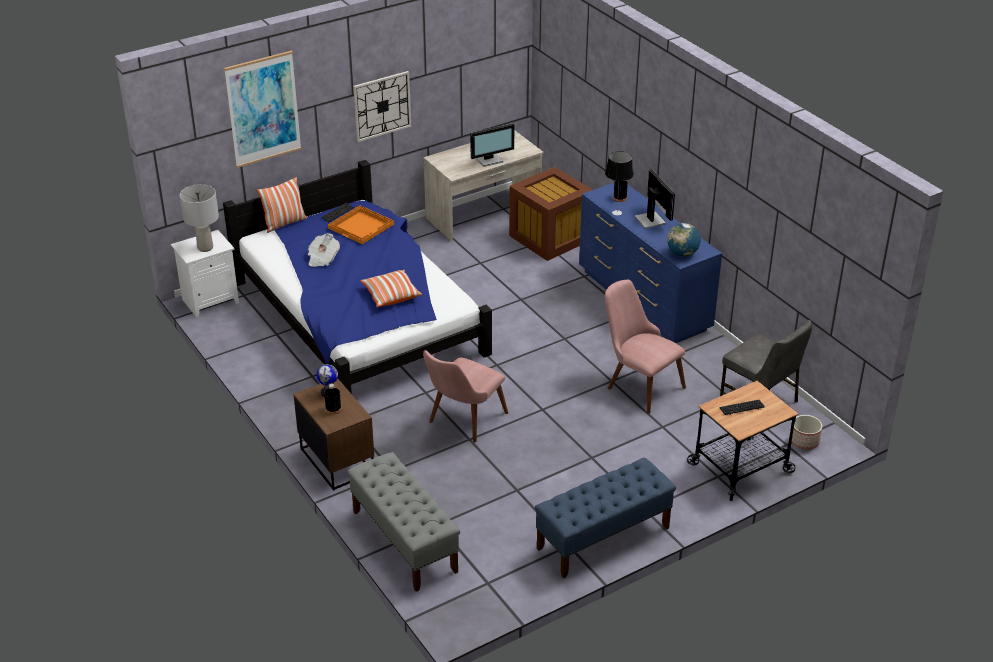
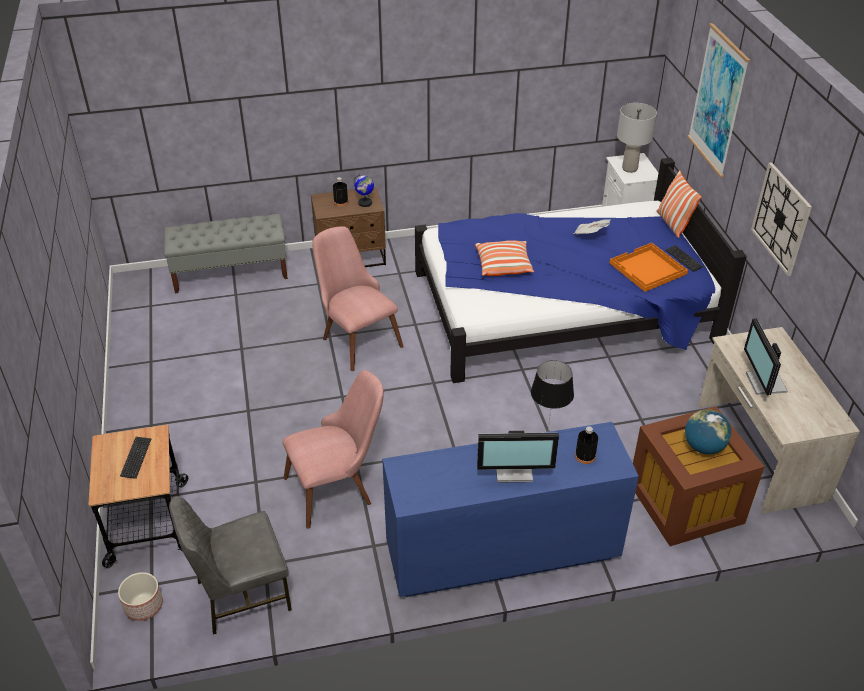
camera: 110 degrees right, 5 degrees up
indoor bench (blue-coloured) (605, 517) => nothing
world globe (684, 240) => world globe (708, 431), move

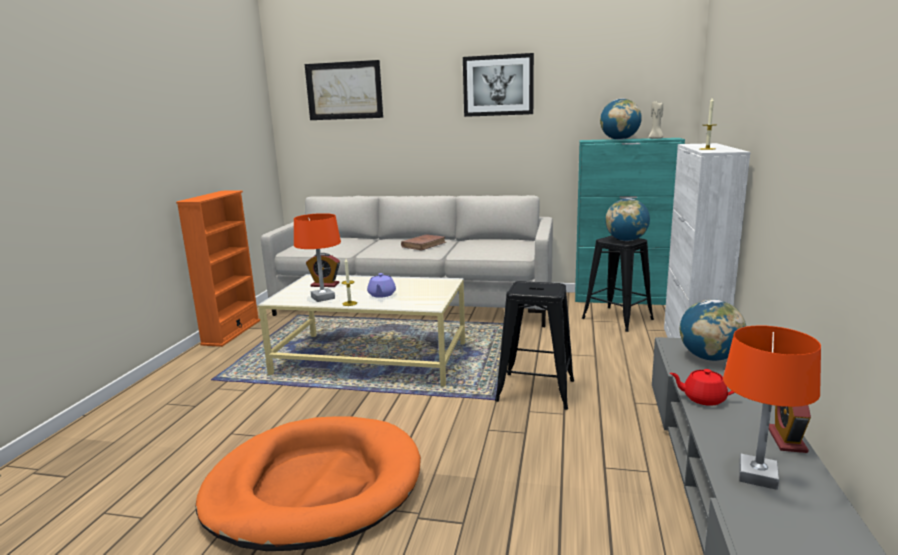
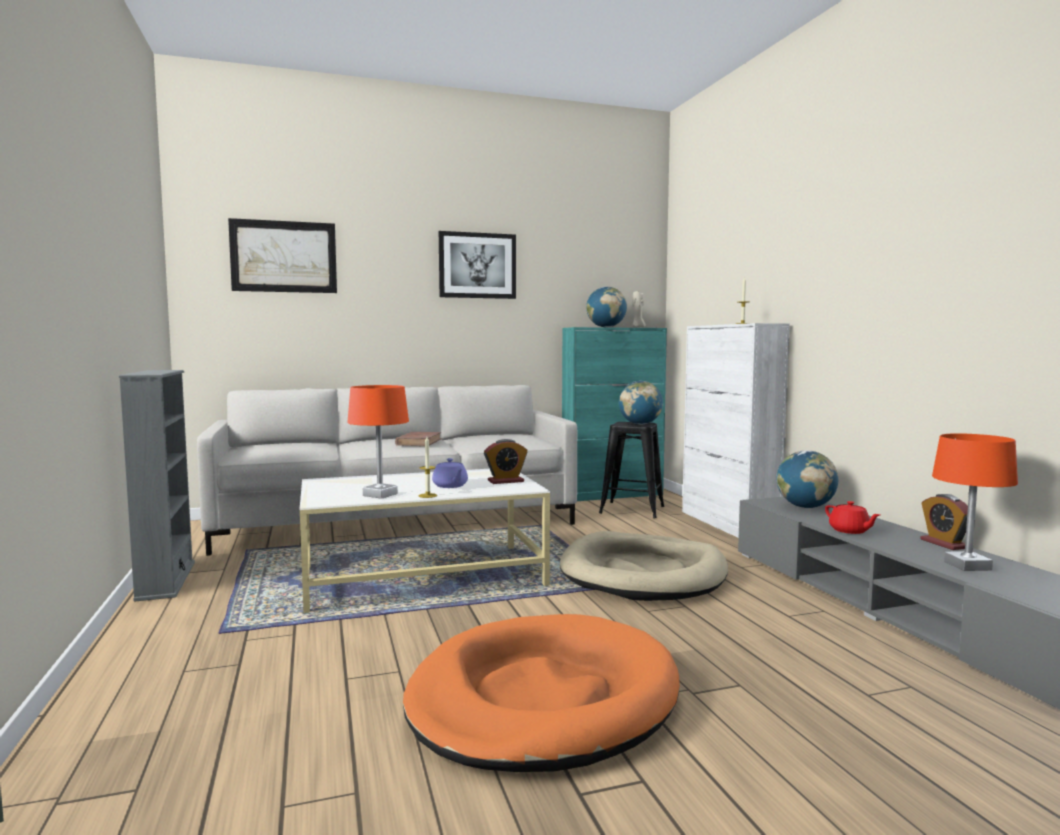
camera: 30 degrees left, 10 degrees down
bookshelf (orange-coloured) (218, 268) => bookshelf (grey) (157, 486)
bedside clock (323, 270) => bedside clock (505, 461), move
sitting stool (blackish) (534, 345) => pet bed (sand-coloured) (644, 566)
tea pot (reddish) (702, 387) => tea pot (reddish) (852, 517), 105 degrees counterclockwise

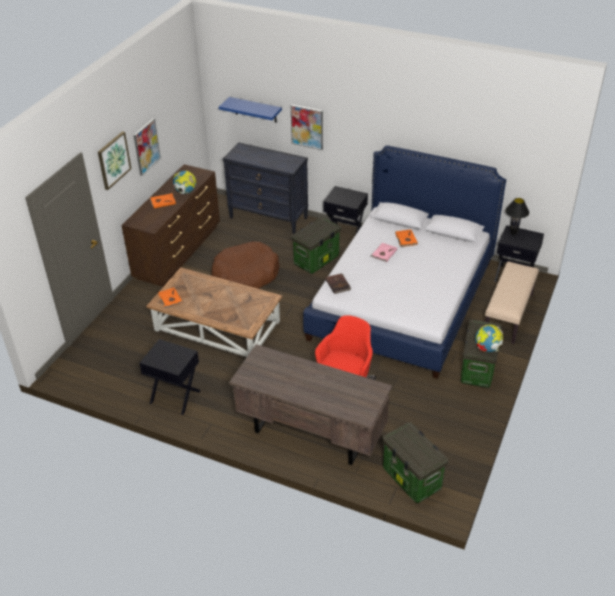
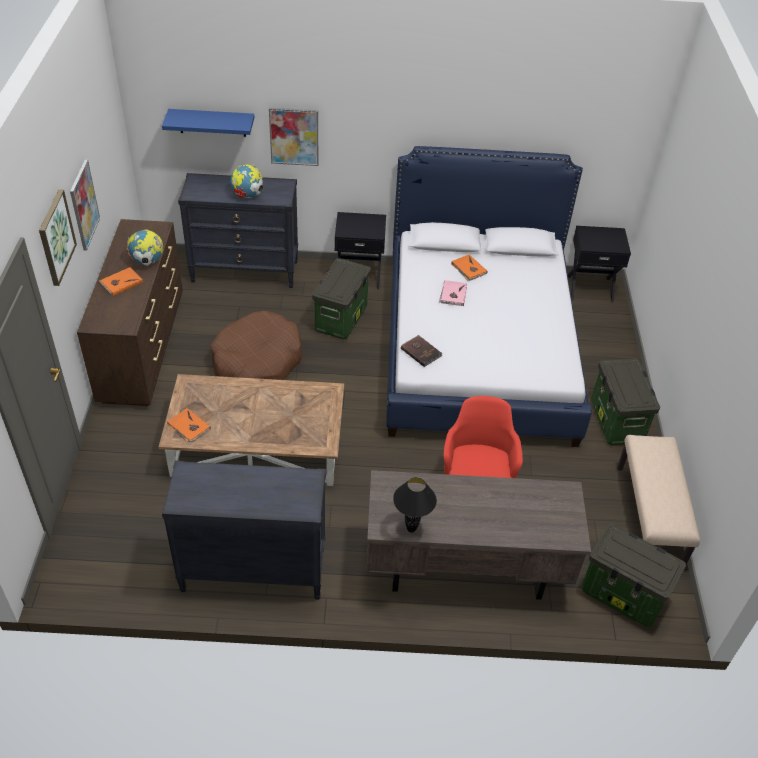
camera: 25 degrees left, 5 degrees up
nightstand (blackish) (170, 377) => drawer chest (blackish) (244, 530)
world globe (489, 338) => world globe (246, 181), move
indoor bench (sand-coloured) (512, 302) => indoor bench (sand-coloured) (658, 499), move
tabletop lamp (blackish) (517, 216) => tabletop lamp (blackish) (415, 505), move

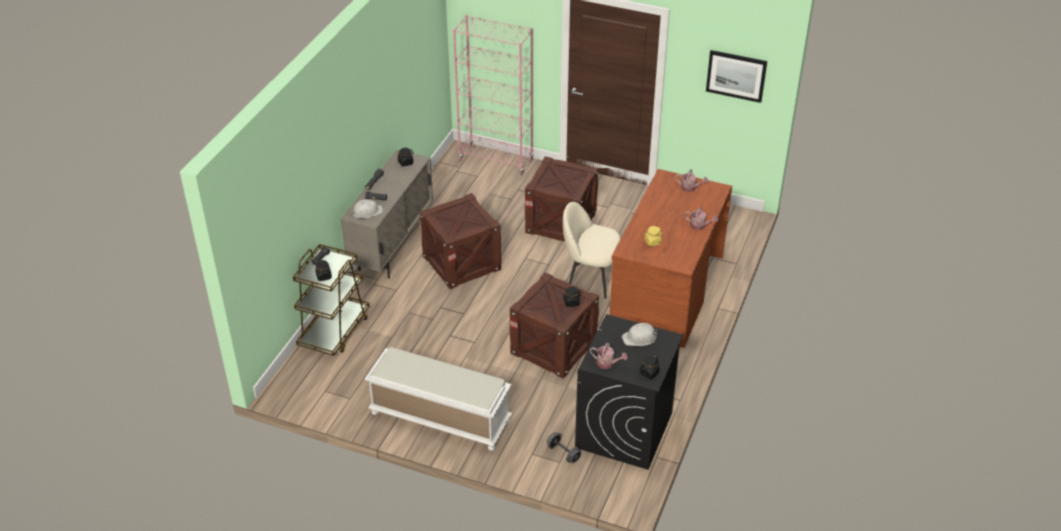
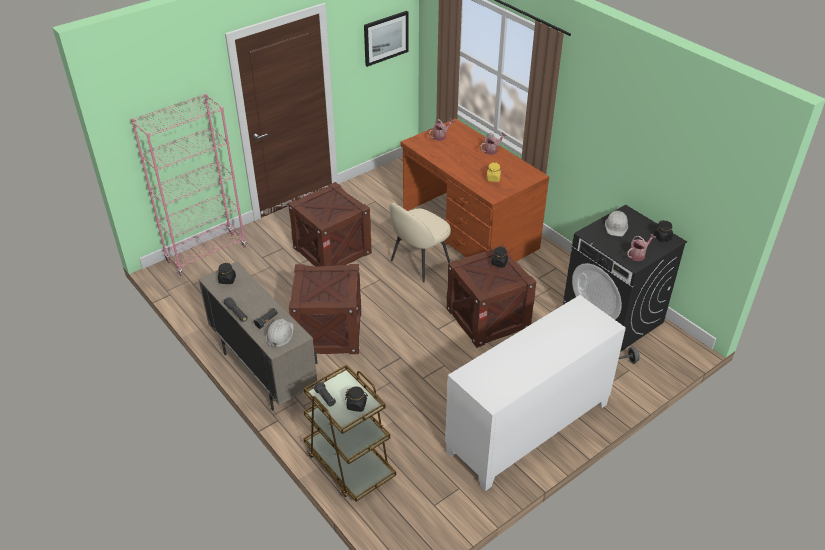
camera: 60 degrees left, 0 degrees up
indoor bench (white) (438, 399) => cabinet (white) (535, 393)

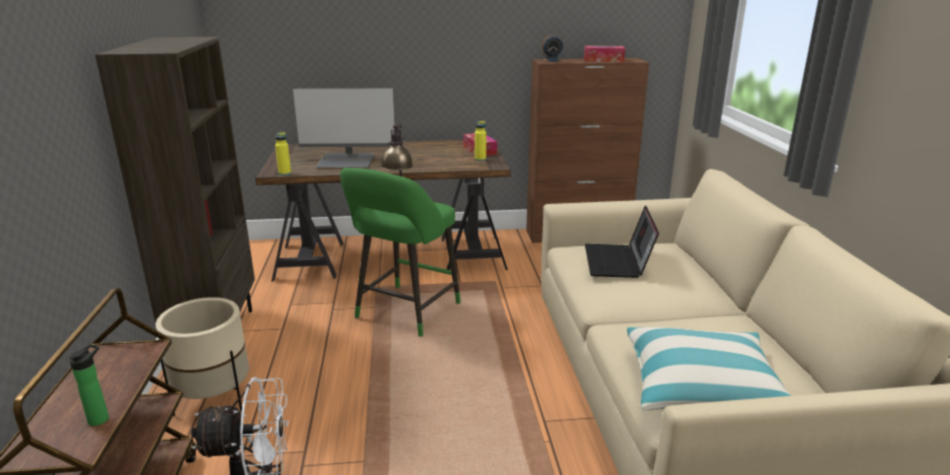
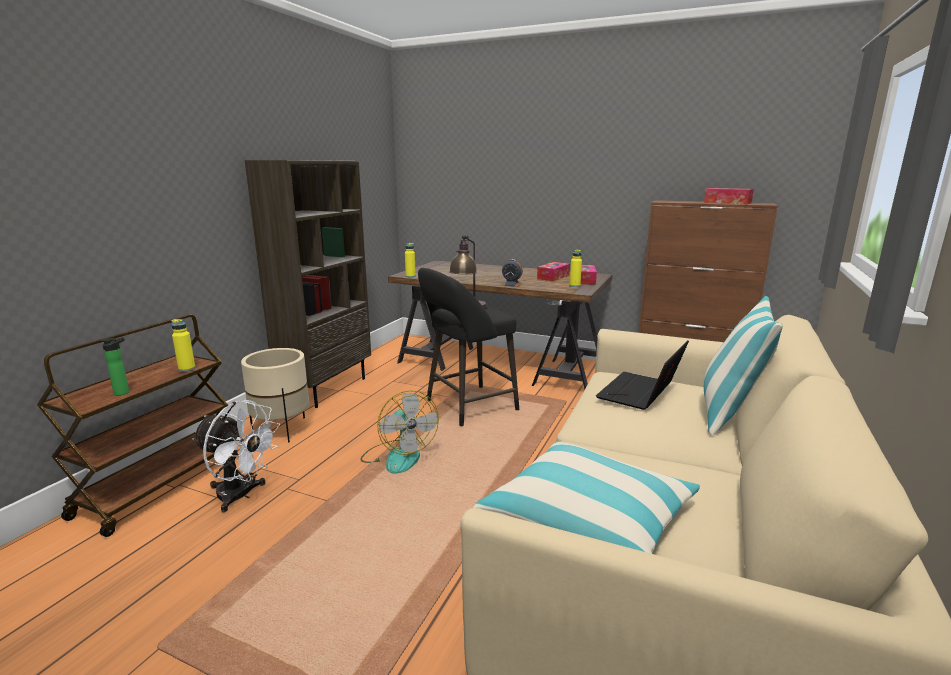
camera: 30 degrees right, 5 degrees down
computer screen (344, 128) => nothing
sitting stool (greenish) (400, 252) => sitting stool (blackish) (468, 347)
bedside clock (552, 48) => bedside clock (512, 273), move
nothing => drink bottle (yellow-coloured) (183, 345)
nothing => fan (399, 432)
nothing => tissue holder (553, 271)
nothing => pillow (743, 365)

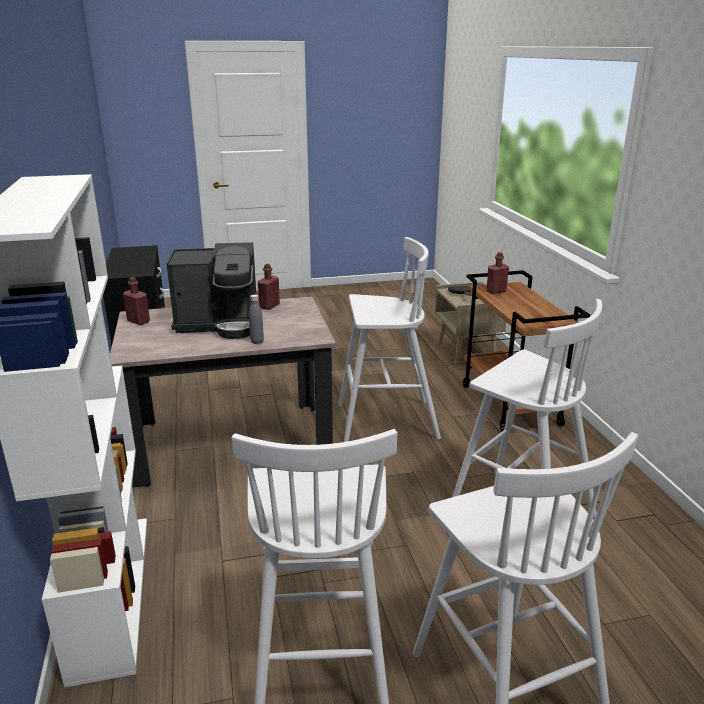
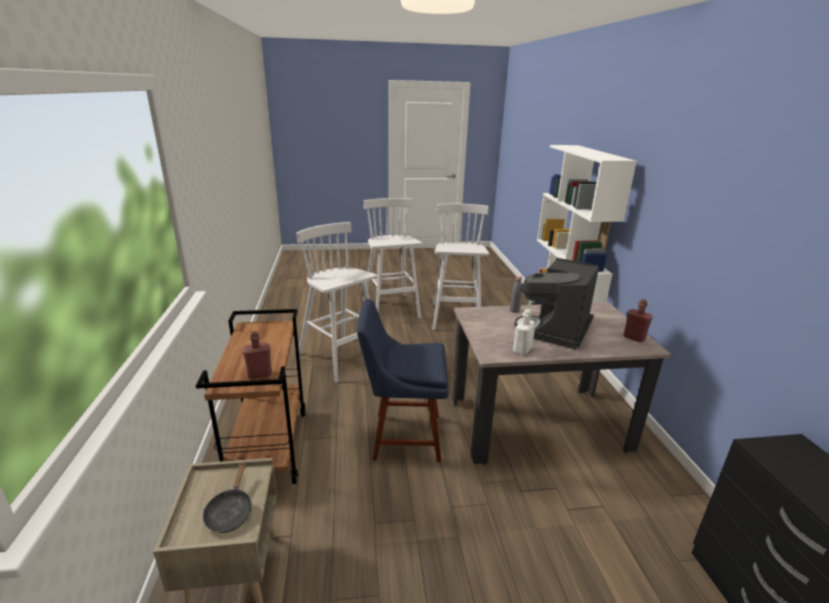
camera: 175 degrees left, 0 degrees up
coffee machine (211, 290) => coffee machine (556, 304), 60 degrees counterclockwise
drink bottle (reddish) (269, 287) => drink bottle (white) (524, 332)
sitting stool (white) (389, 339) => upright chair (blue-coloured) (403, 380)

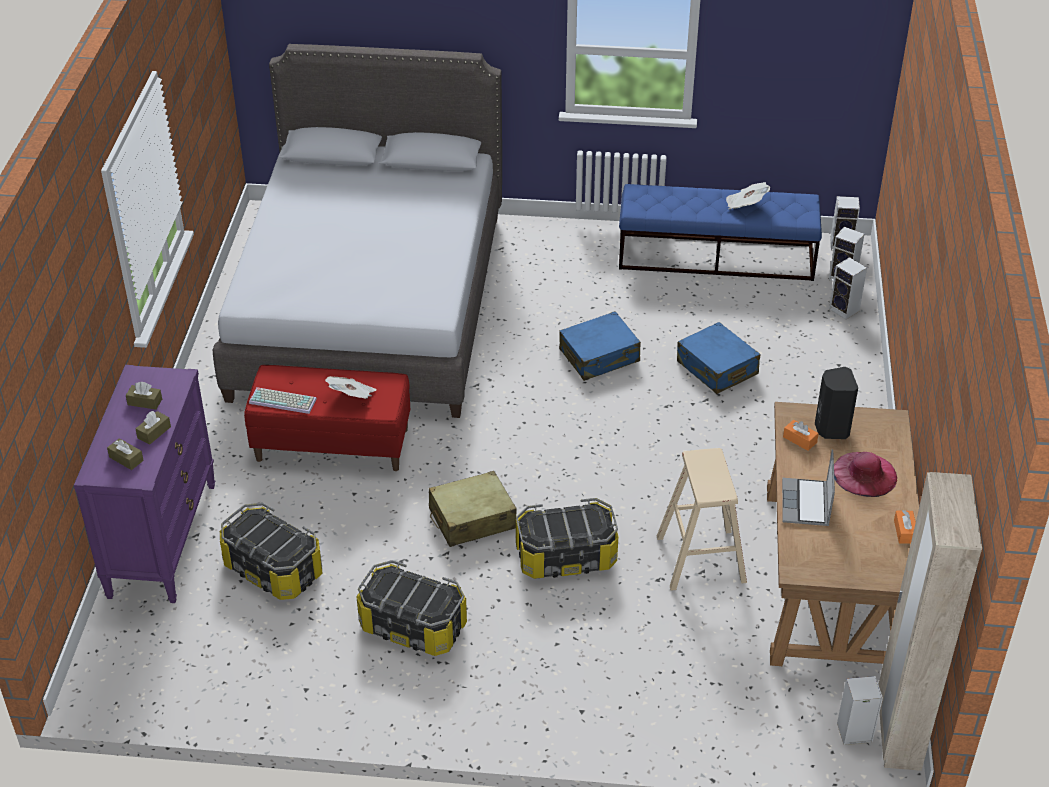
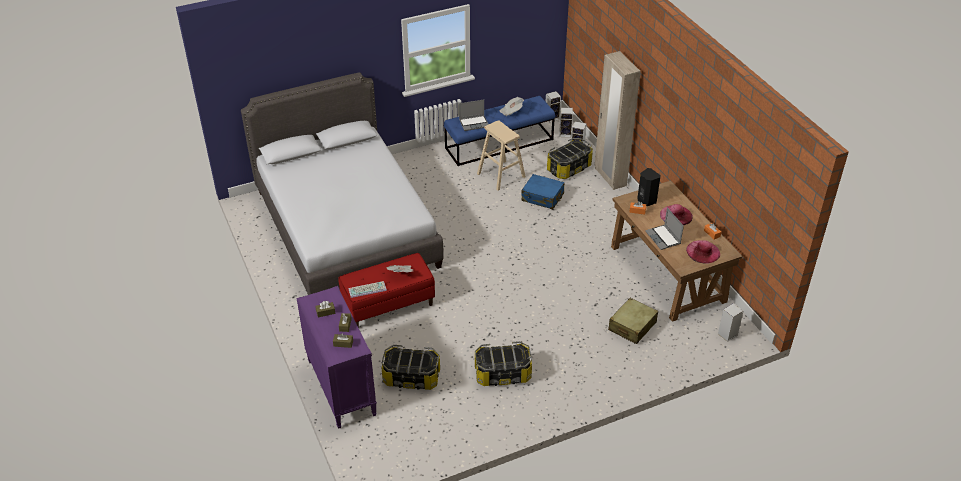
camera: 30 degrees left, 0 degrees up
travel case (sand-coloured) (473, 509) => travel case (sand-coloured) (633, 321), move
storage box (567, 538) => storage box (570, 158), move
travel case (blue-coloured) (600, 346) => nothing
sitting stool (sand-coloured) (702, 519) => sitting stool (sand-coloured) (501, 155), move
clothes cupboard (sand-coloured) (930, 621) => clothes cupboard (sand-coloured) (617, 120), move
nothing => laptop (474, 115)
nothing => clothing hat (pink) (703, 252)

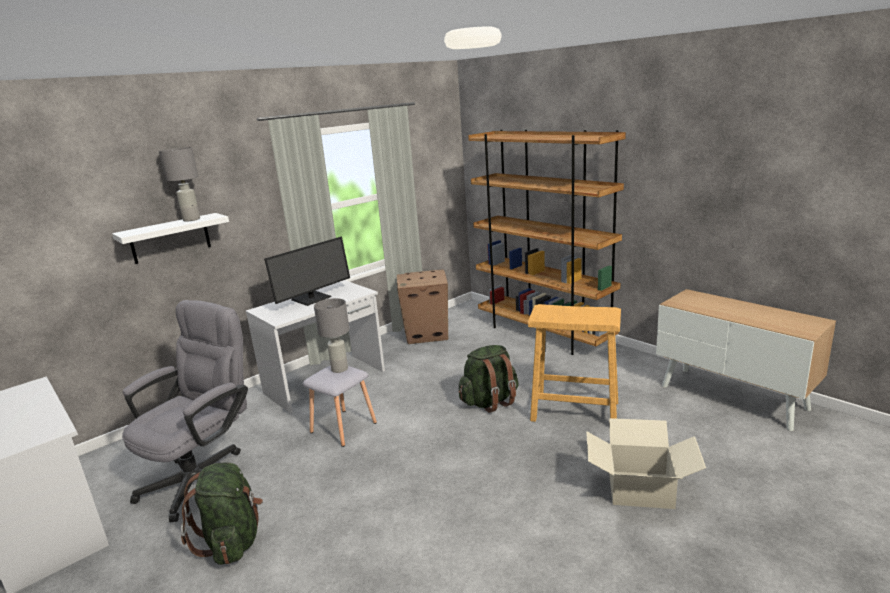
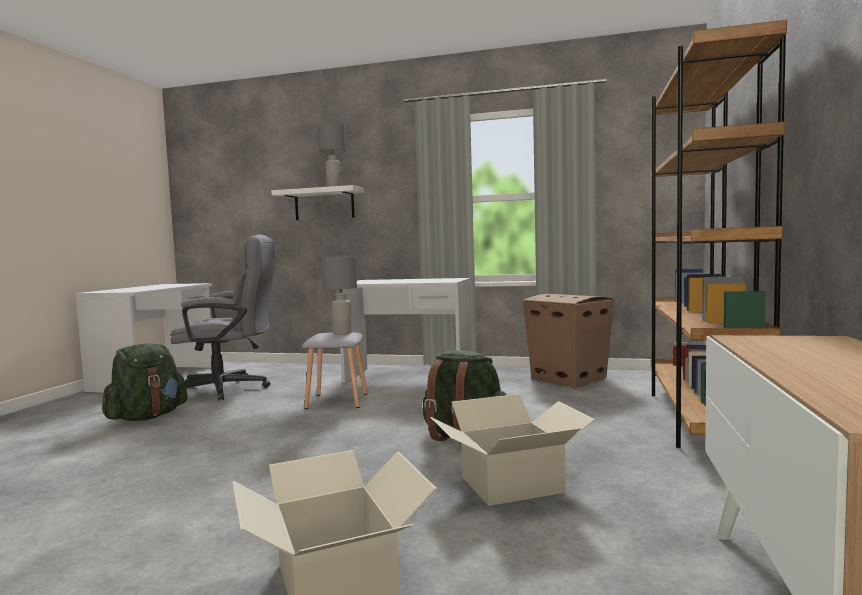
camera: 55 degrees right, 15 degrees down
computer screen (307, 271) => nothing
sitting stool (sand-coloured) (574, 363) => cardboard box (512, 450)

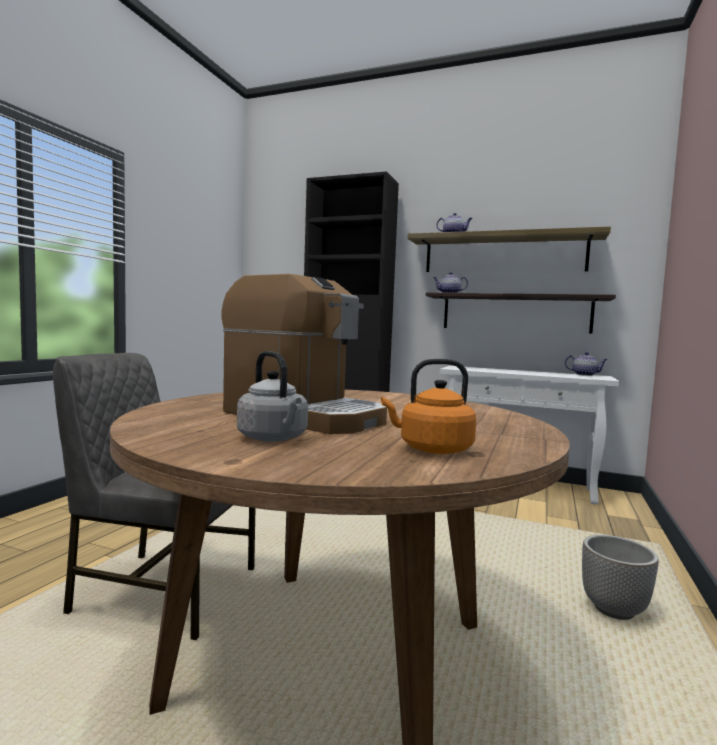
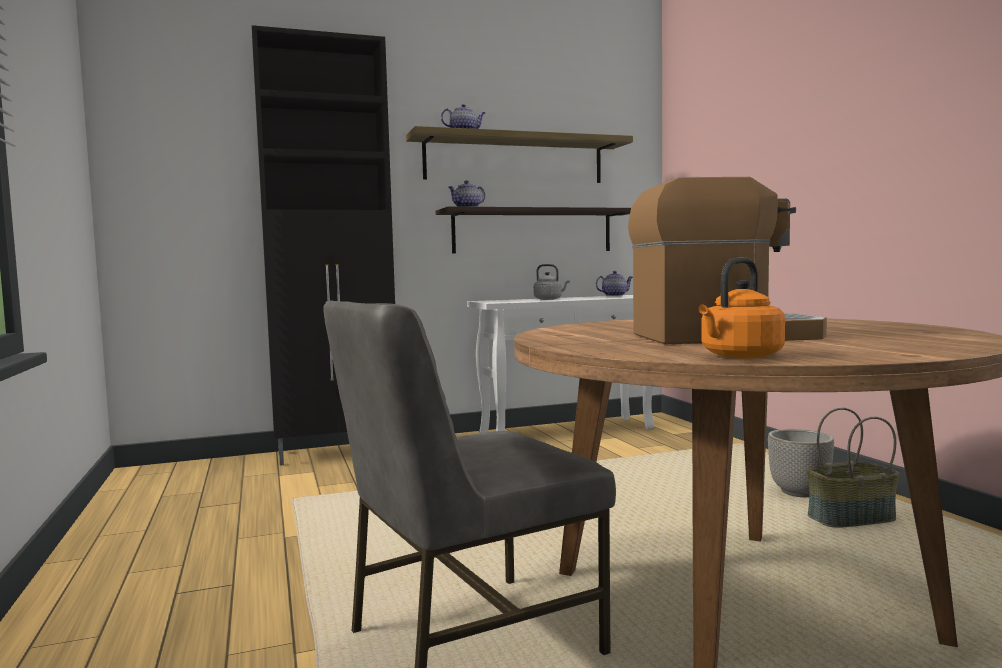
camera: 40 degrees left, 0 degrees up
tea kettle (grey) (272, 396) => tea kettle (grey) (551, 282), move
tea kettle (orange-coloured) (428, 406) => tea kettle (orange-coloured) (742, 308), move
nothing => storage basket (853, 468)

